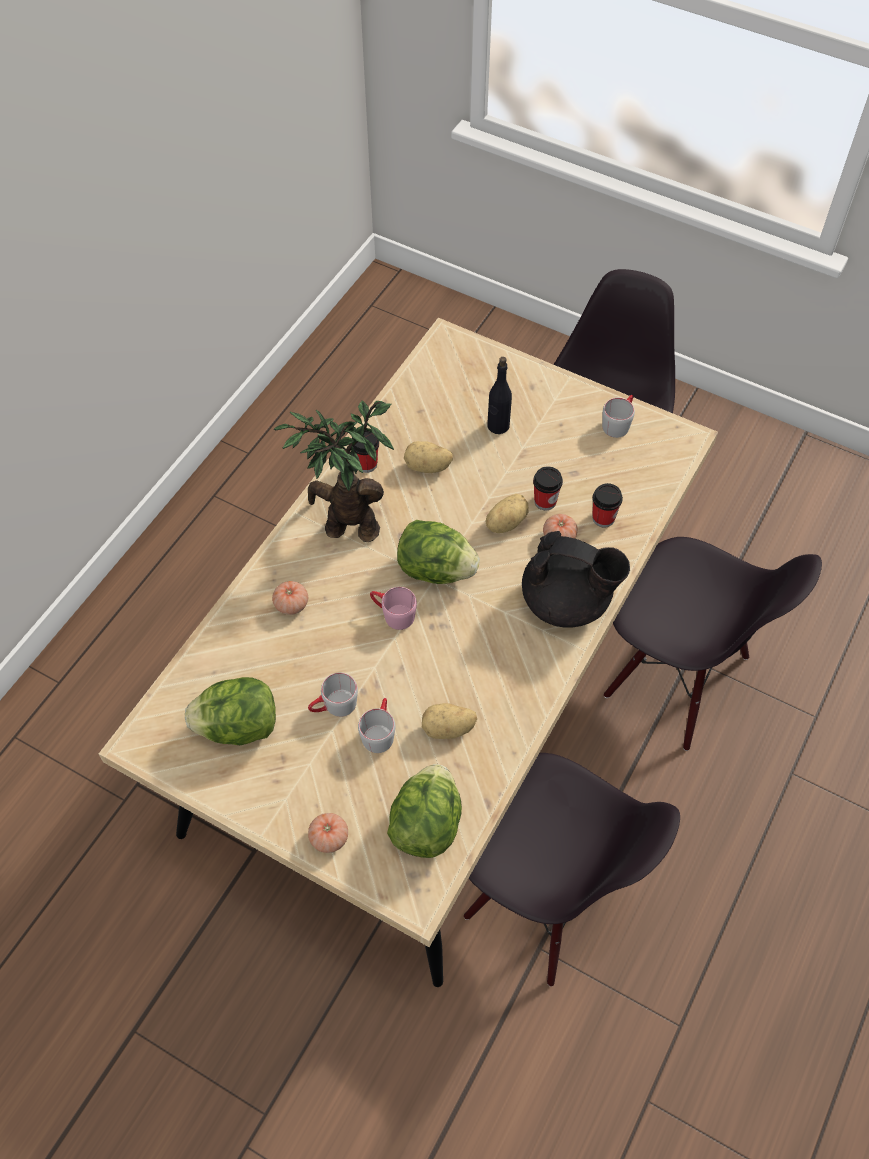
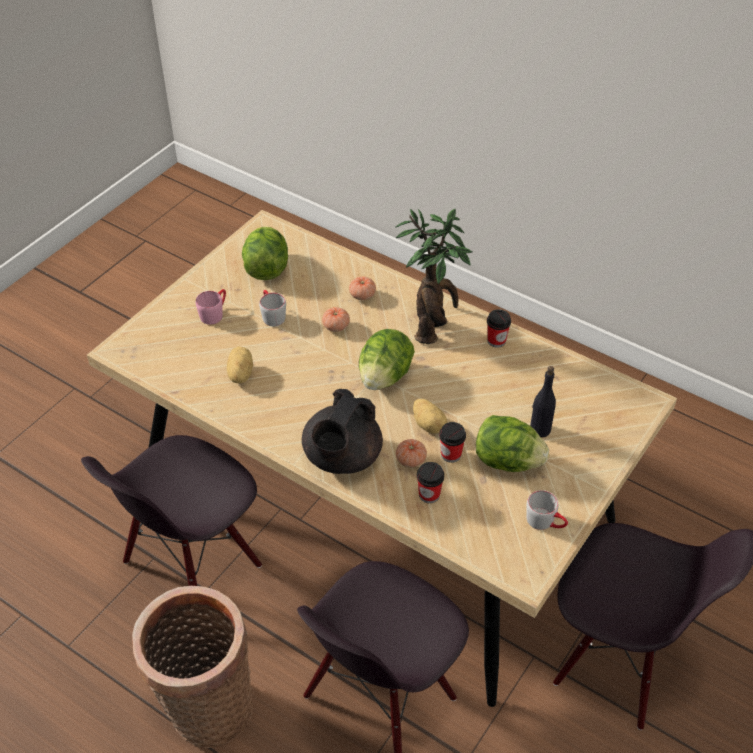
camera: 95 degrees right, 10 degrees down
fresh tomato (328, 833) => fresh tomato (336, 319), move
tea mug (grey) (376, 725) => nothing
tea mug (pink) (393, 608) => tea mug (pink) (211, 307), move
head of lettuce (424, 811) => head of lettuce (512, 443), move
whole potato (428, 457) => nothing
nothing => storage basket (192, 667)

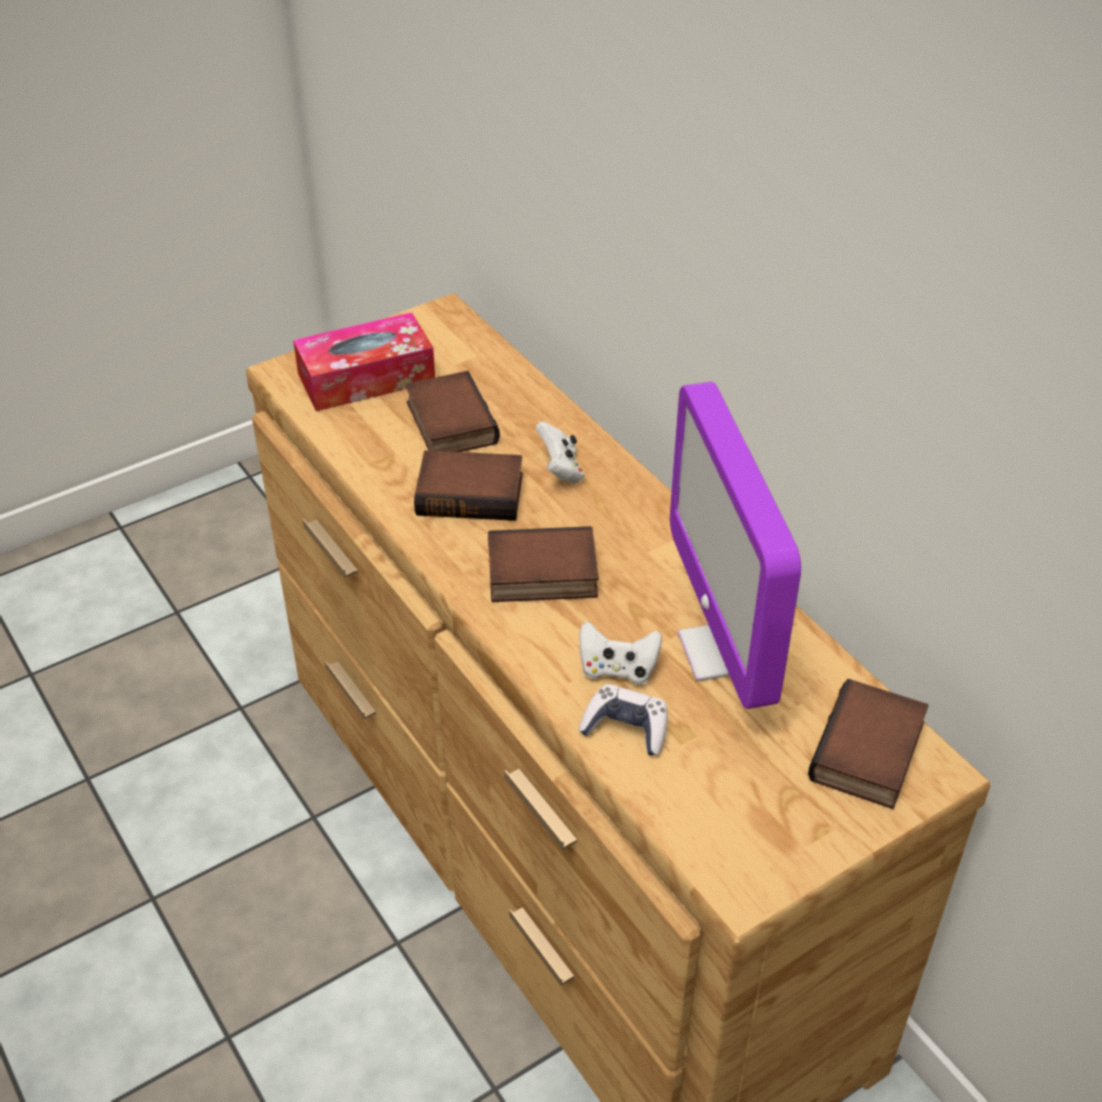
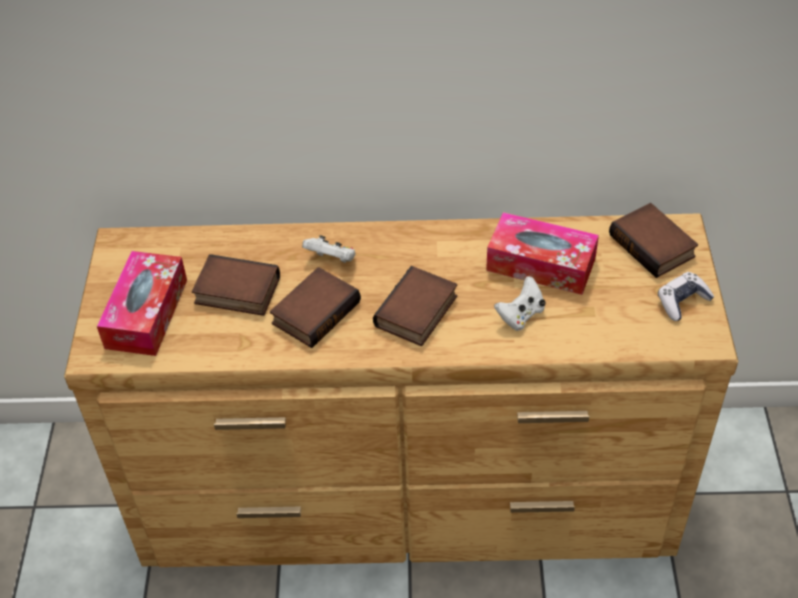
camera: 55 degrees left, 5 degrees up
gamepad (623, 720) => gamepad (686, 296), move
computer screen (735, 545) => tissue holder (542, 253)

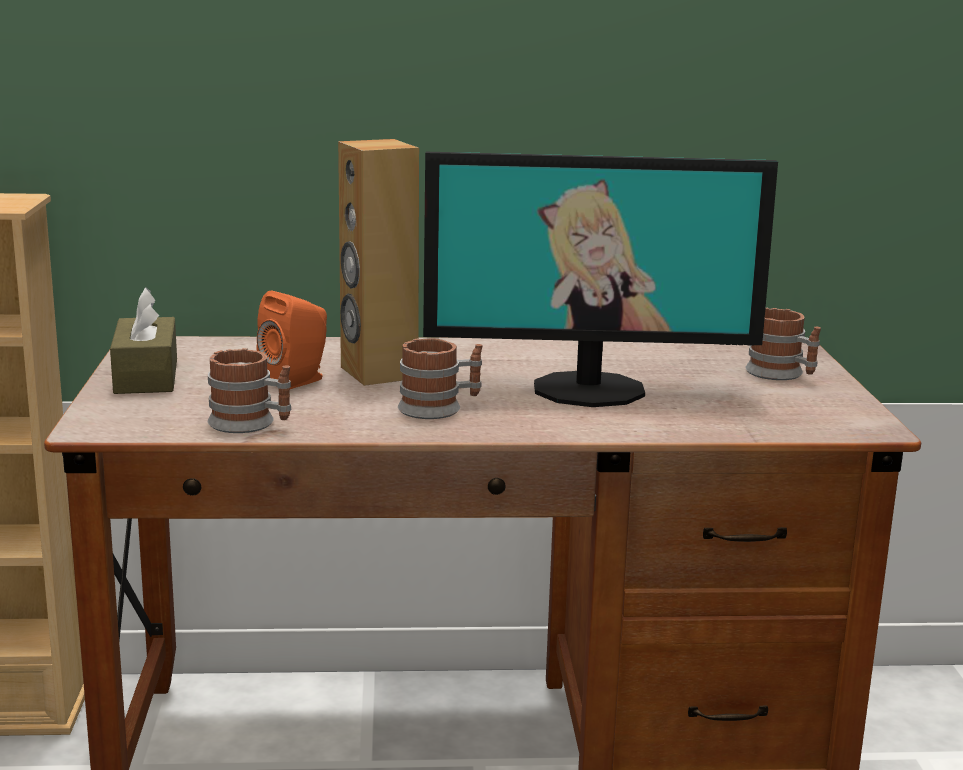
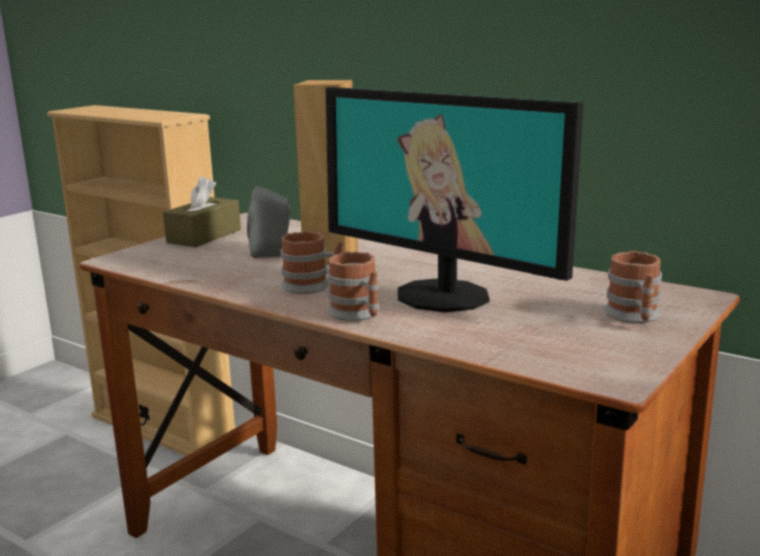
camera: 40 degrees right, 0 degrees up
tea mug (249, 390) => tea mug (353, 286), move
loudspeaker (orange-coloured) (291, 340) => loudspeaker (grey) (268, 222)

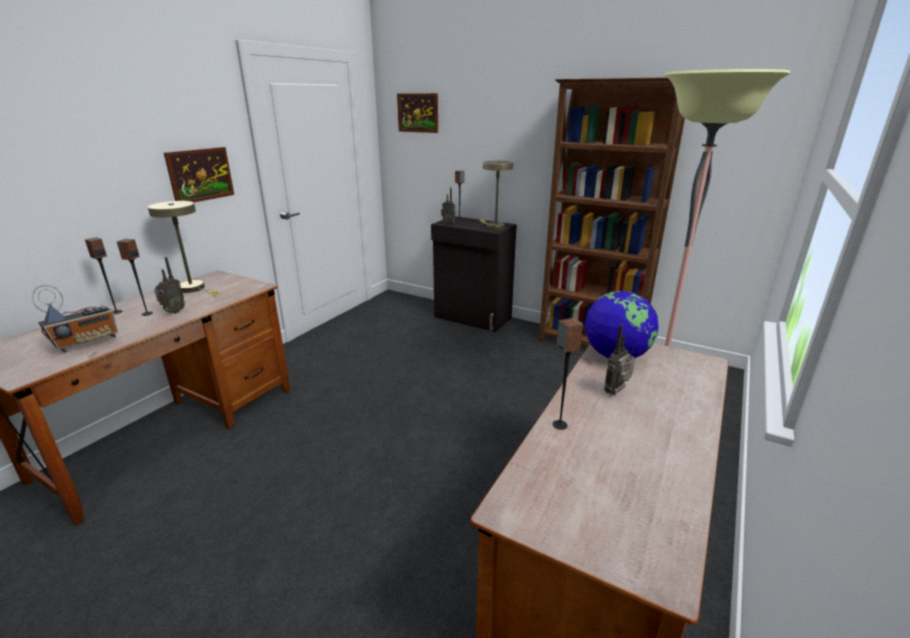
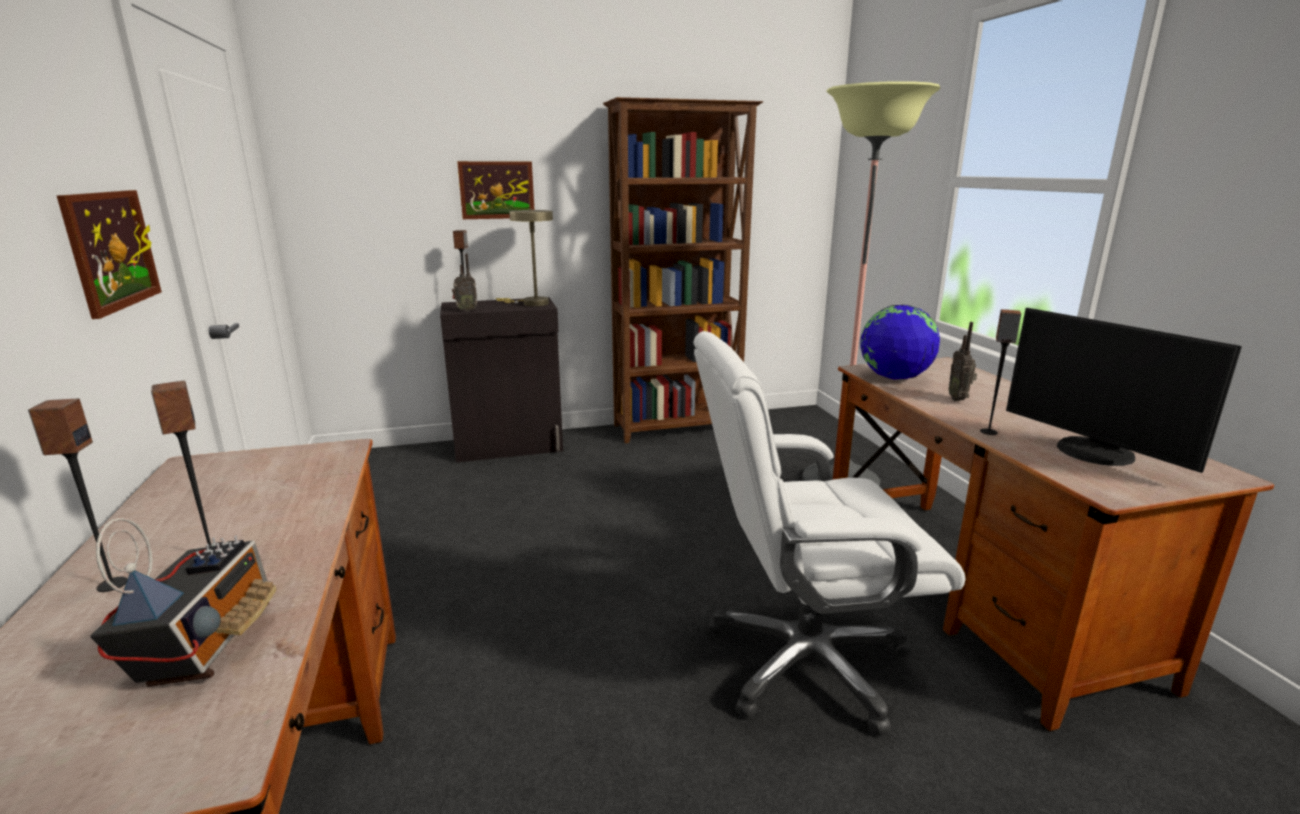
camera: 45 degrees left, 5 degrees down
tabletop lamp (sand-coloured) (184, 249) => nothing
radio set (169, 285) => nothing
picture (417, 113) => picture (495, 190), move
nothing => desk chair (white) (829, 533)
nothing => computer screen (1124, 390)

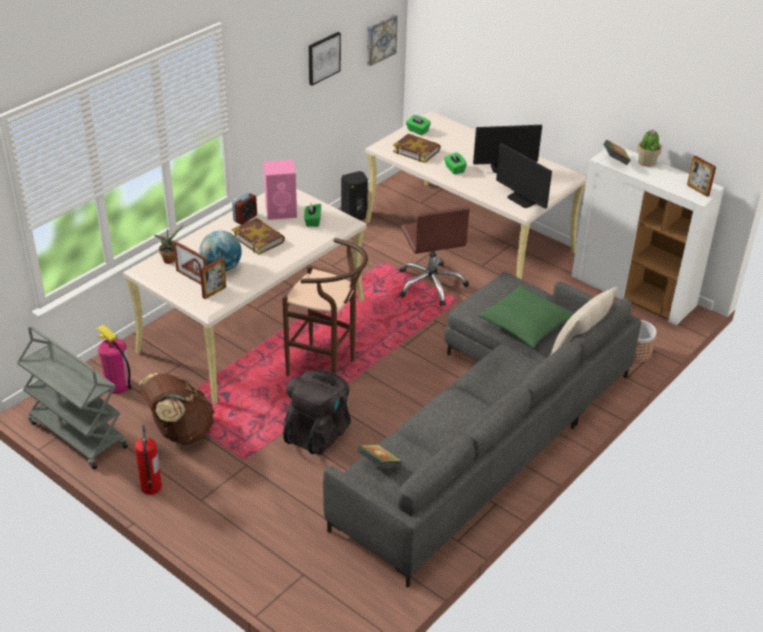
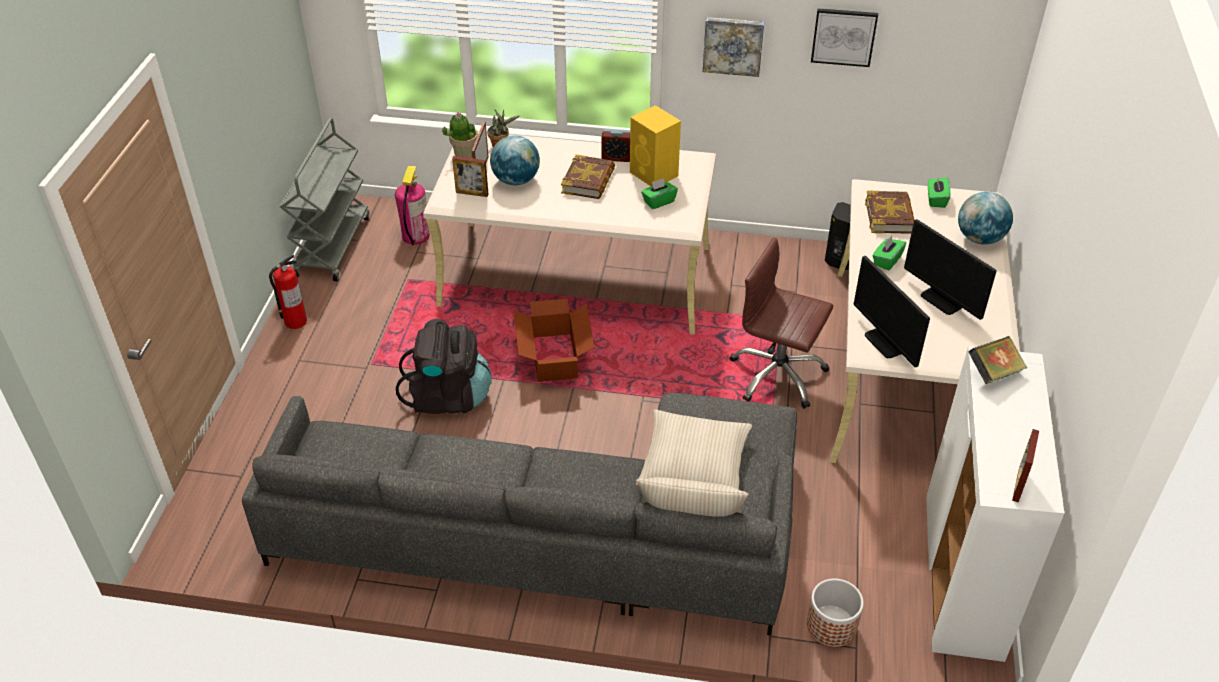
camera: 60 degrees right, 5 degrees up
knapsack (brown-coloured) (176, 409) => nothing
loudspeaker (pink) (280, 190) => loudspeaker (yellow-coloured) (655, 145)
sitting stool (brown-coloured) (325, 307) => cardboard box (553, 340)
bound book (380, 457) => nothing
picture (382, 40) => picture (733, 47), move
desk chair (brown-coloured) (434, 256) => desk chair (brown-coloured) (781, 323), 75 degrees clockwise
pillow (greenish) (525, 316) => pillow (sand-coloured) (694, 450)
computer screen (524, 176) => computer screen (892, 311), 45 degrees counterclockwise
plant in a pot (649, 148) => plant in a pot (460, 135), move
nothing => world globe (985, 218)

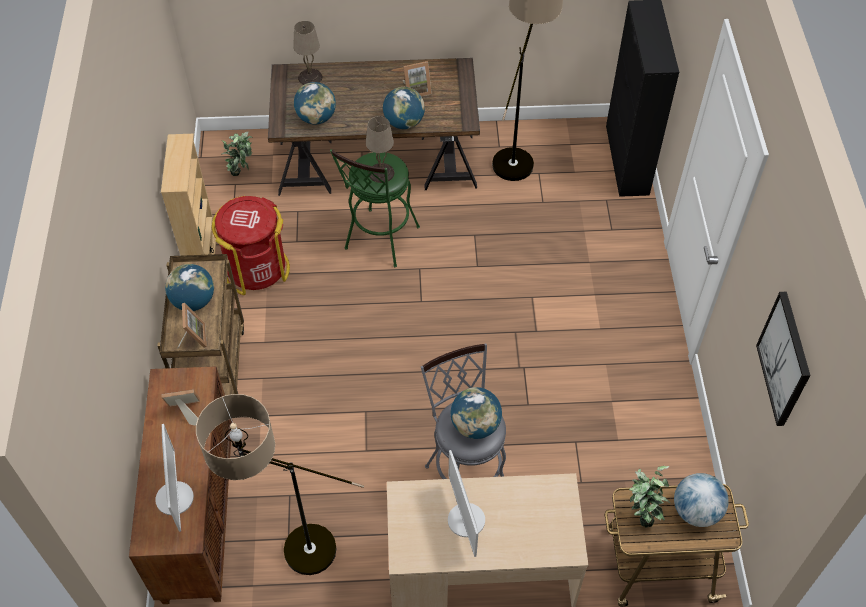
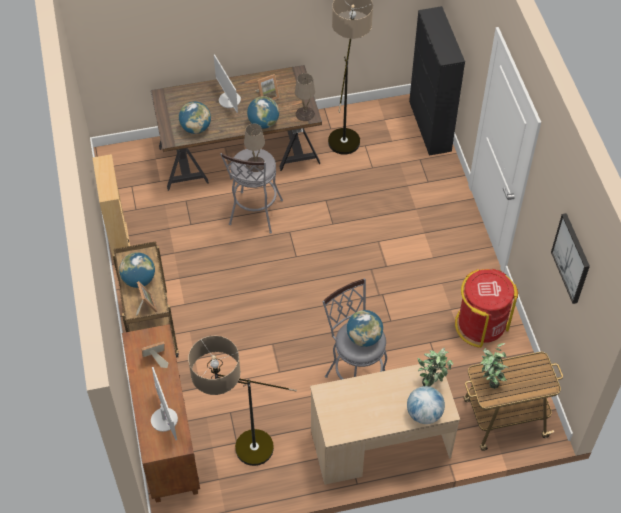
camera: 10 degrees left, 0 degrees up
waste bin (reddish) (251, 245) => waste bin (reddish) (486, 308), move
plant in a pot (237, 153) => plant in a pot (435, 367), move
tabletop lamp (sand-coloured) (307, 53) => tabletop lamp (sand-coloured) (305, 97), move
sitting stool (greenish) (375, 208) => sitting stool (grey) (251, 191)
computer screen (466, 503) => computer screen (227, 83), move
world globe (701, 500) => world globe (426, 405), move

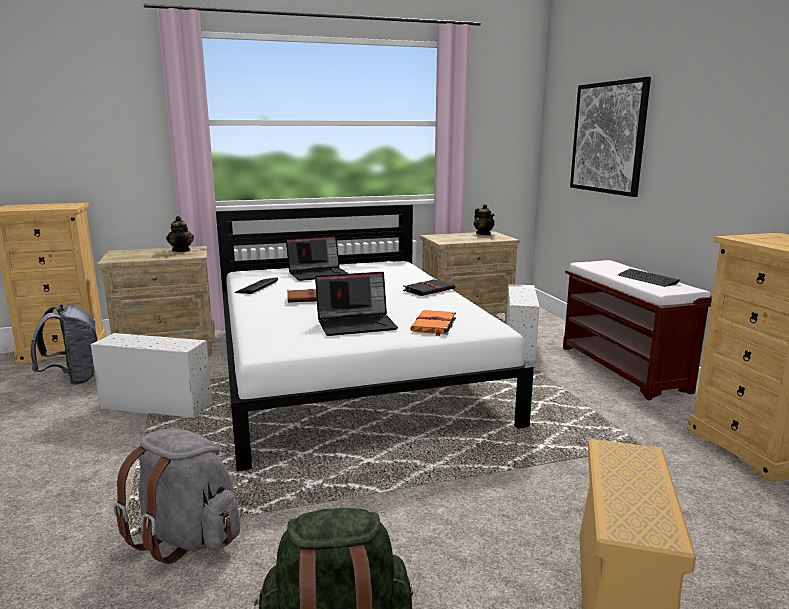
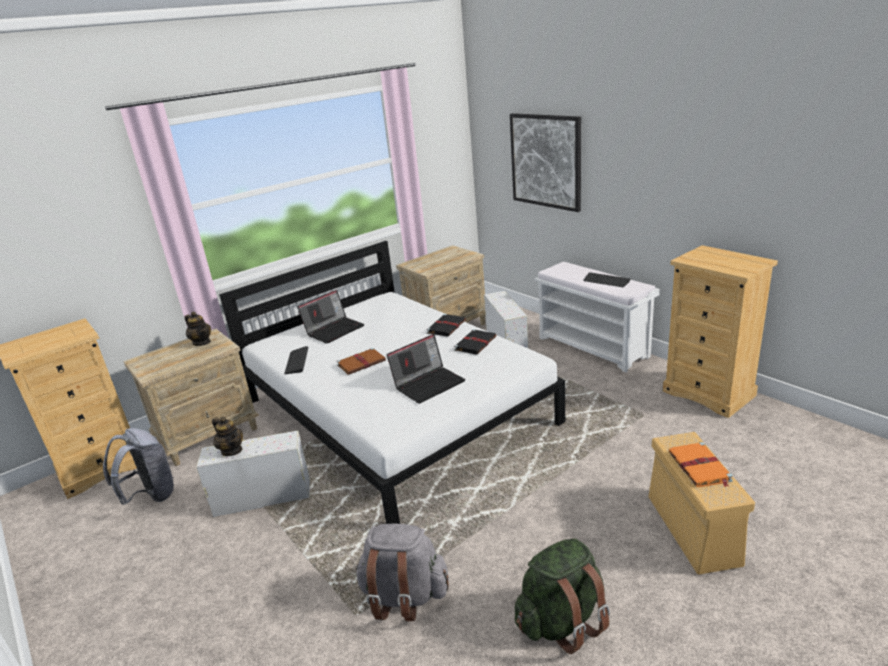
camera: 20 degrees left, 10 degrees up
bound book (orange-coloured) (433, 323) => bound book (orange-coloured) (701, 464), move
tea pot (484, 219) => tea pot (227, 436), move
indoor bench (brown-coloured) (637, 330) => indoor bench (white) (597, 317)
nothing => bound book (blackish) (475, 342)

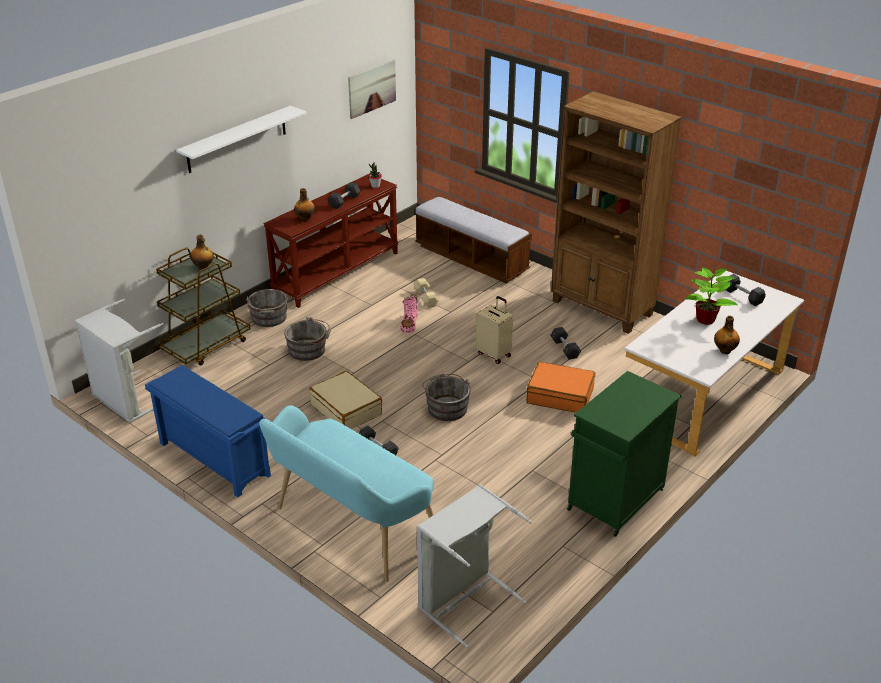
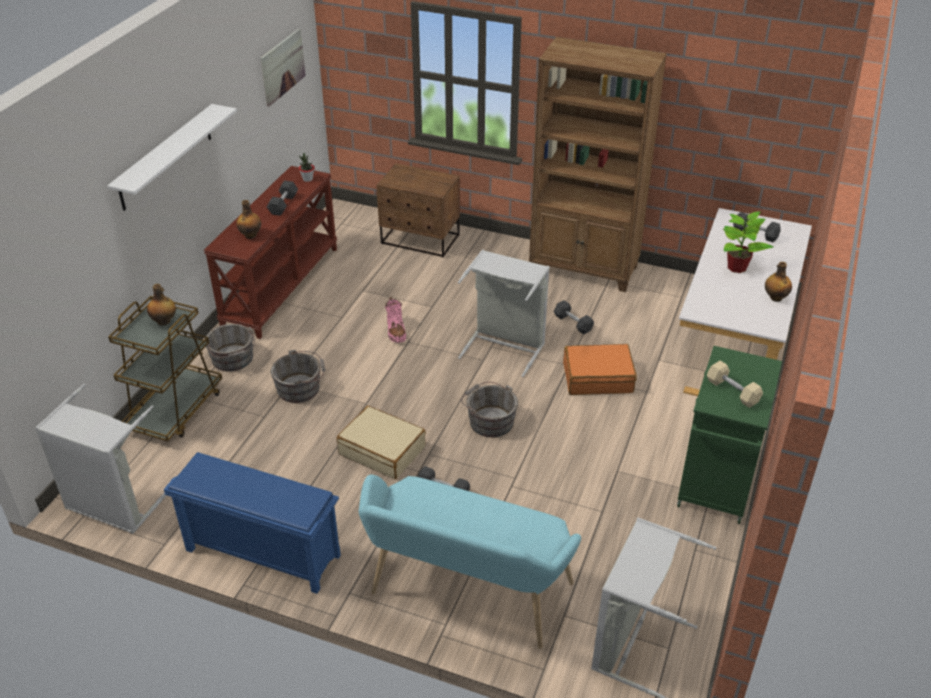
camera: 20 degrees left, 5 degrees up
free weight (sand-coloured) (426, 293) => free weight (sand-coloured) (735, 384), move
indoor bench (473, 239) => nightstand (brown-coloured) (418, 210)
travel case (sand-coloured) (494, 330) => washing basket (grey) (504, 313)

